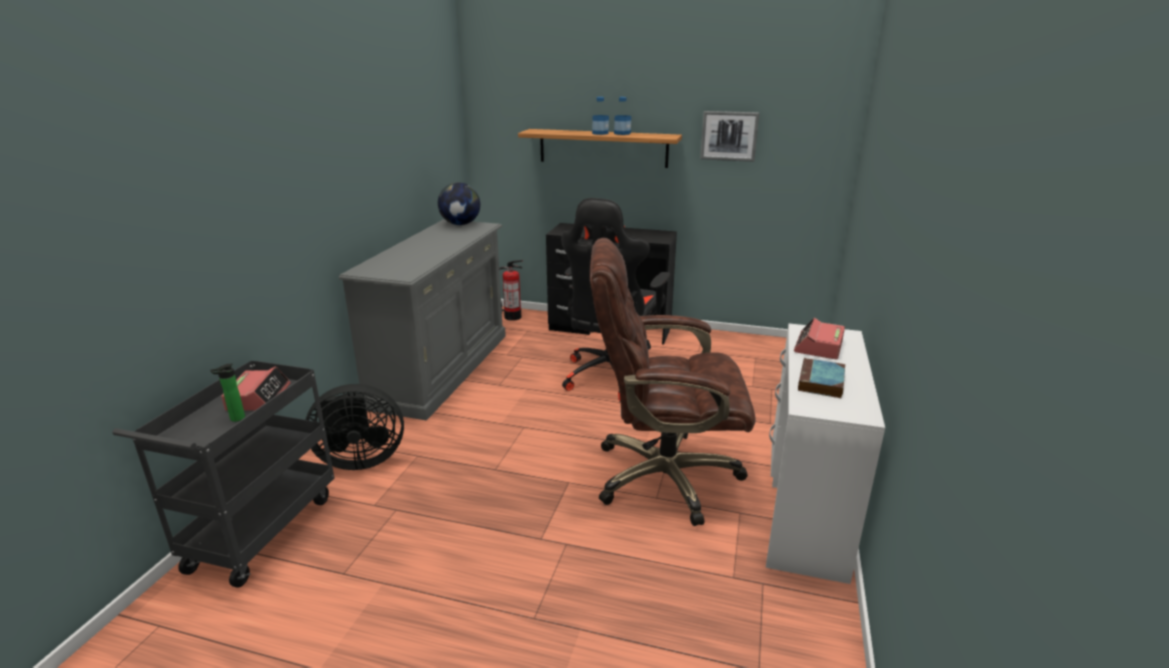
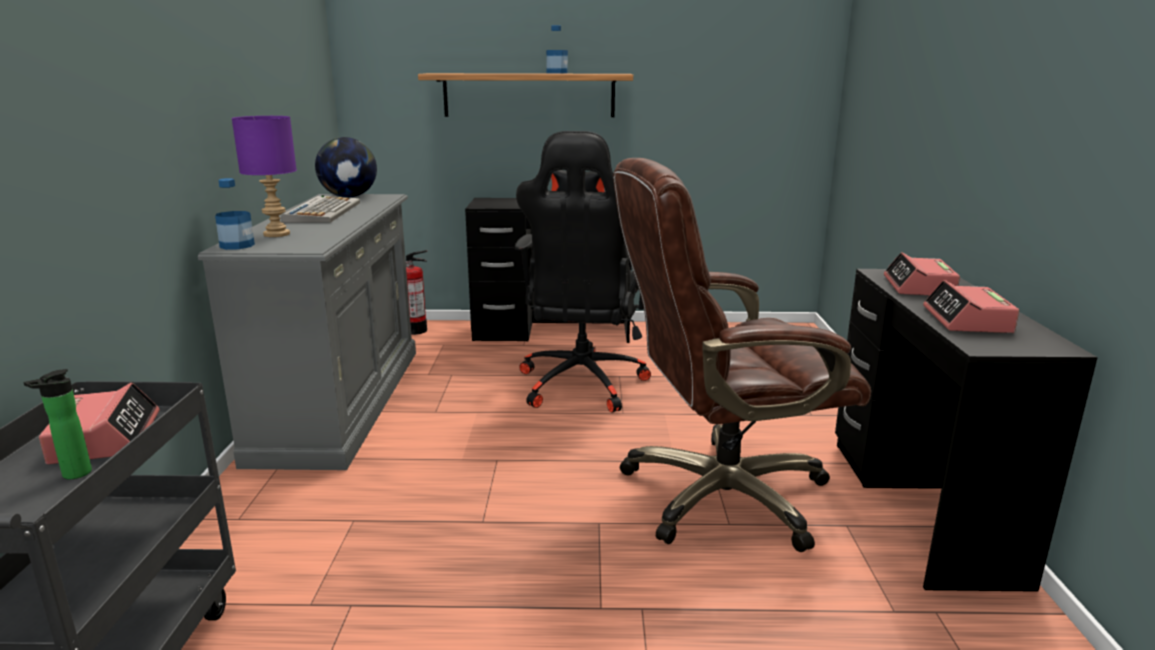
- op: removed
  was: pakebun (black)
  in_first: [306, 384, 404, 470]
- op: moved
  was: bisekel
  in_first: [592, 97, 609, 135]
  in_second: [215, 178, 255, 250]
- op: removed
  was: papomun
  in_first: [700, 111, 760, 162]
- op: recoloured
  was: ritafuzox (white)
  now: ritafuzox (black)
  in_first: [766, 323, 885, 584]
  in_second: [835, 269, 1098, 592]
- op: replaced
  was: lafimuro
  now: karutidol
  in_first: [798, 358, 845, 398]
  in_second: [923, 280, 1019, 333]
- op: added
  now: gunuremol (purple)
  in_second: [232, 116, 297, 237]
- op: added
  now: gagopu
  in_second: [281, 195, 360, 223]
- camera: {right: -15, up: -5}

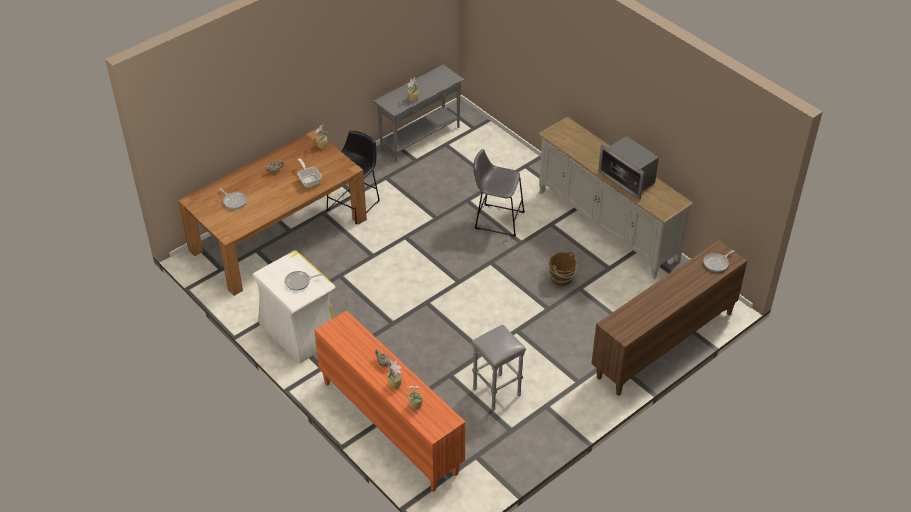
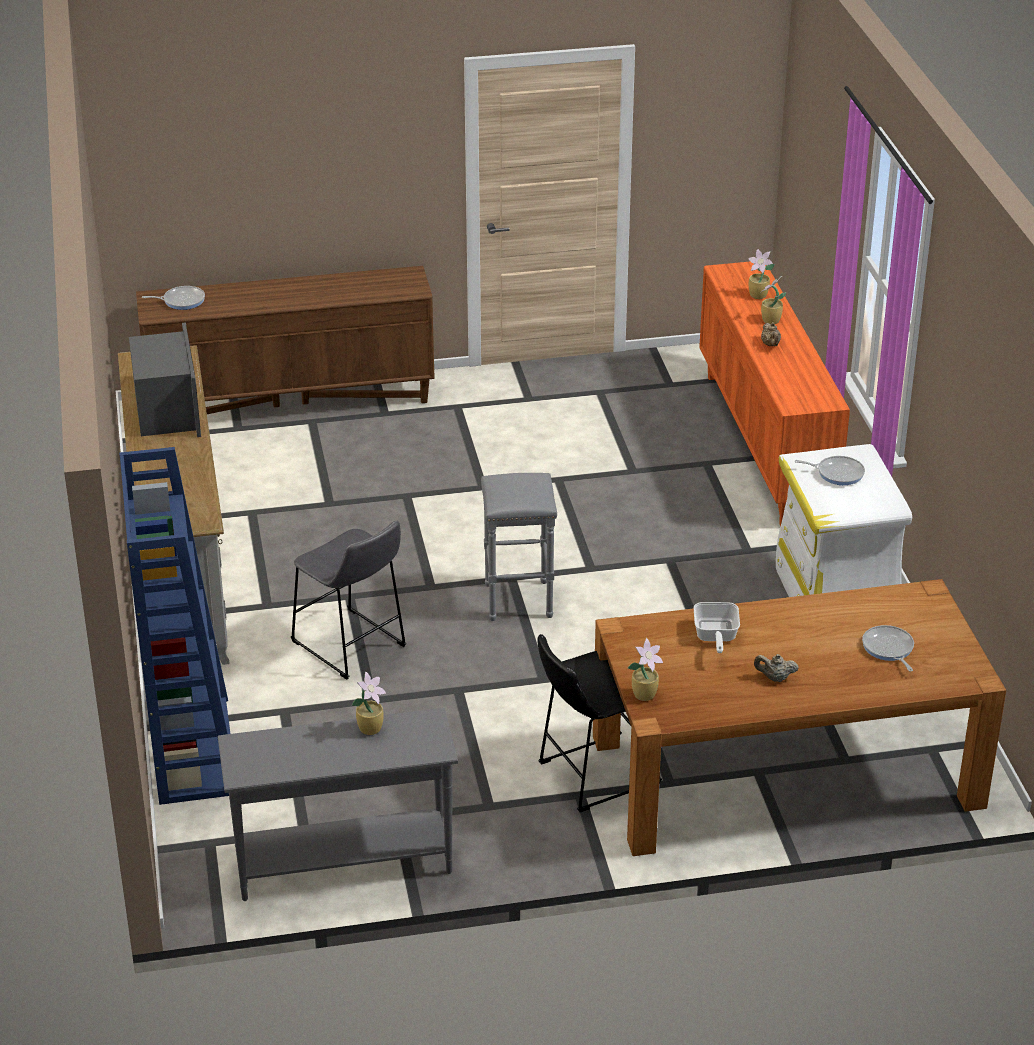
- op: moved
  was: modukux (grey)
  in_first: [471, 325, 526, 411]
  in_second: [481, 473, 557, 621]
- op: removed
  was: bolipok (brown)
  in_first: [549, 252, 578, 286]
- op: added
  now: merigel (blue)
  in_second: [119, 447, 230, 805]
- camera: {right: -150, up: -10}

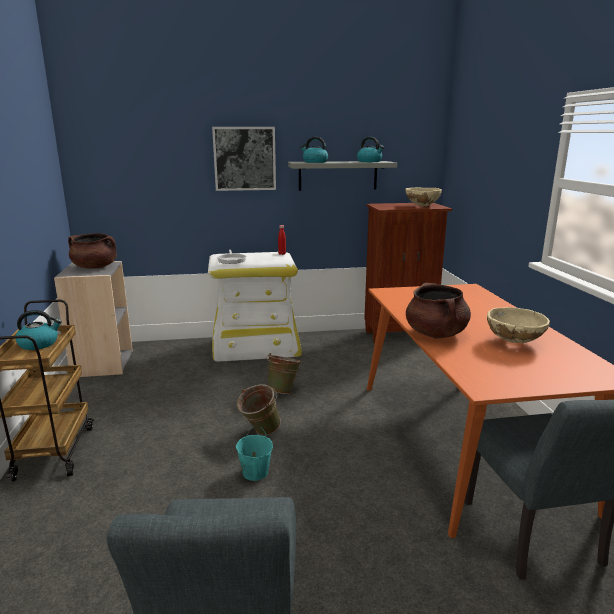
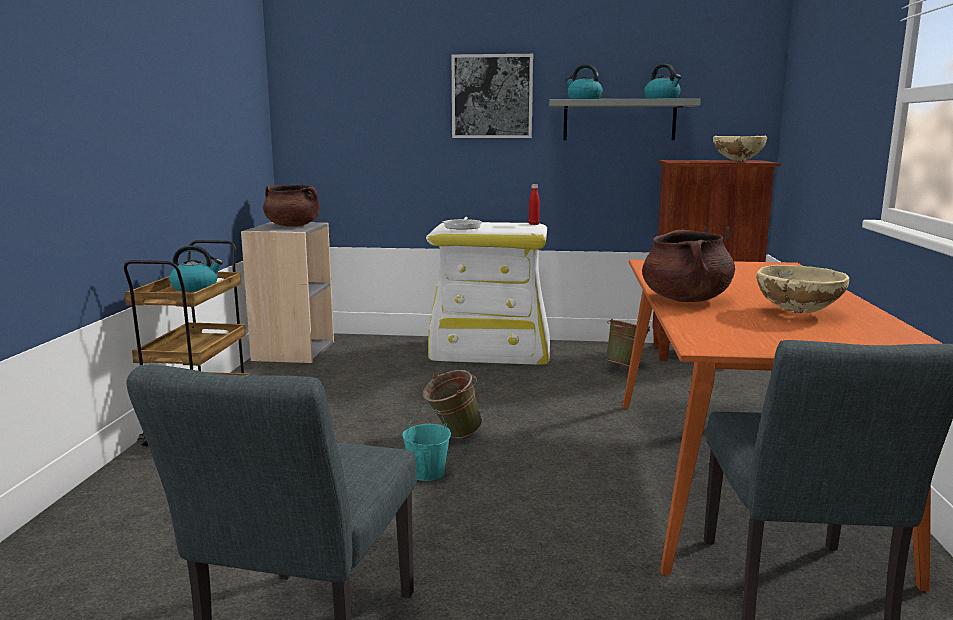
- op: moved
  was: bolipok (green)
  in_first: [266, 353, 301, 394]
  in_second: [606, 319, 650, 367]
- camera: {right: 15, up: -5}

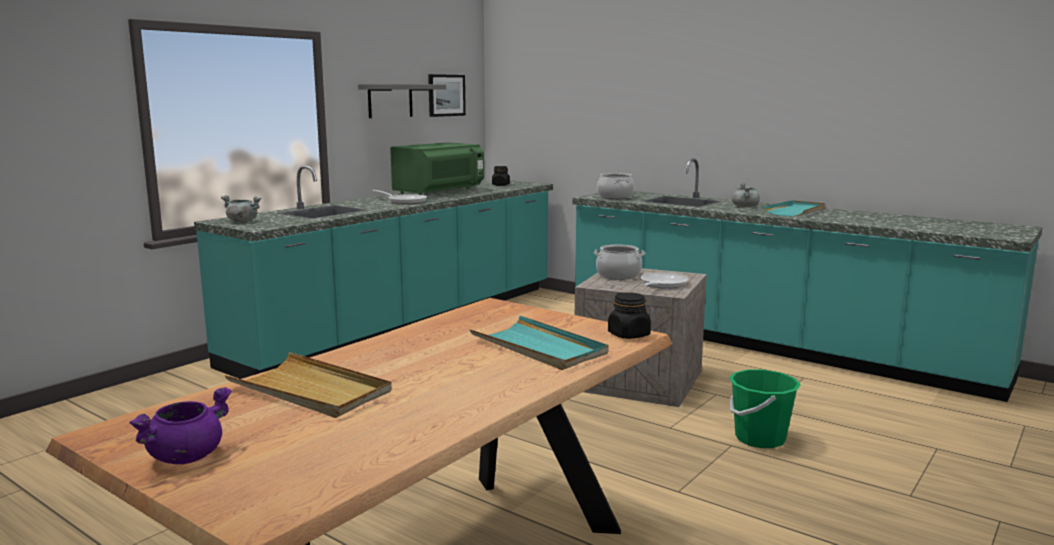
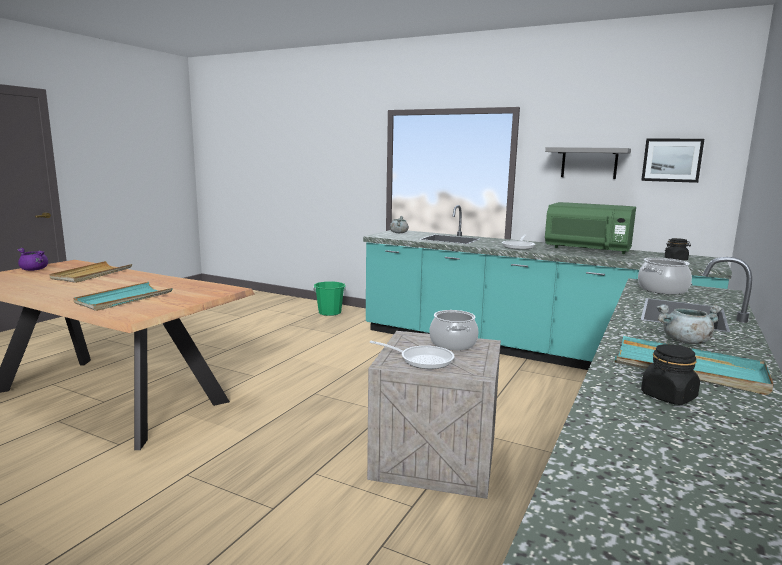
- op: moved
  was: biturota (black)
  in_first: [608, 292, 651, 339]
  in_second: [641, 344, 700, 405]
- op: moved
  was: bolipok (green)
  in_first: [729, 370, 801, 448]
  in_second: [313, 281, 346, 316]
- camera: {right: 80, up: 0}

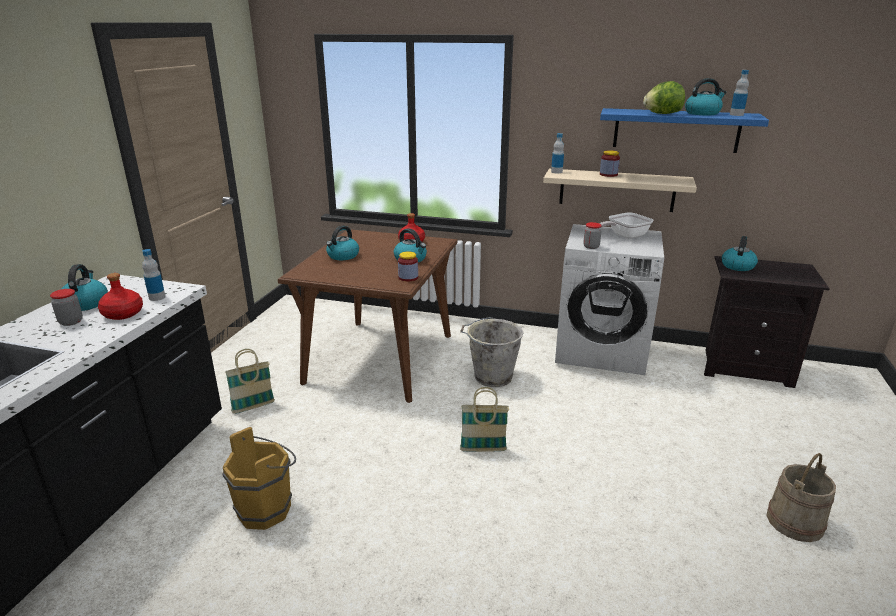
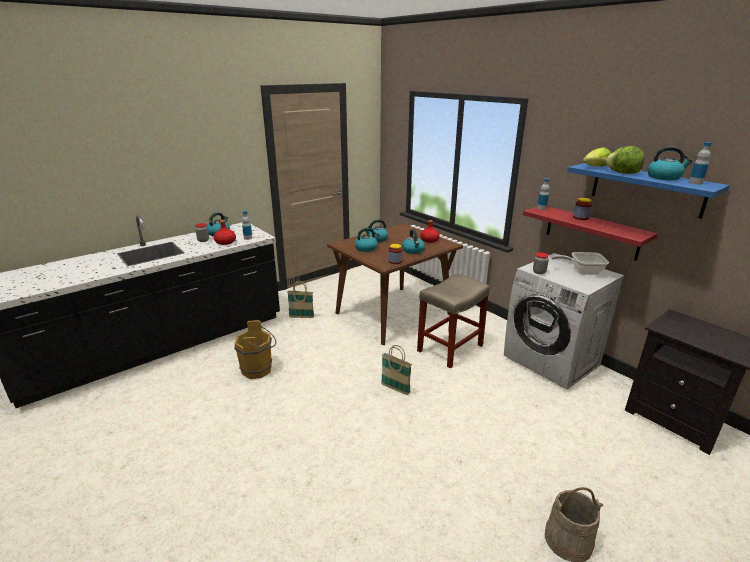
- op: replaced
  was: bolipok (grey)
  now: modukux (beige)
  in_first: [460, 317, 524, 387]
  in_second: [417, 274, 490, 369]
- op: recoloured
  was: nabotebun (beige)
  now: nabotebun (red)
  in_first: [543, 169, 697, 212]
  in_second: [523, 206, 658, 261]
- op: moved
  was: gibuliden
  in_first: [722, 236, 758, 271]
  in_second: [355, 228, 379, 252]
- op: added
  now: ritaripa
  in_second: [583, 147, 611, 167]
- camera: {right: 35, up: 0}

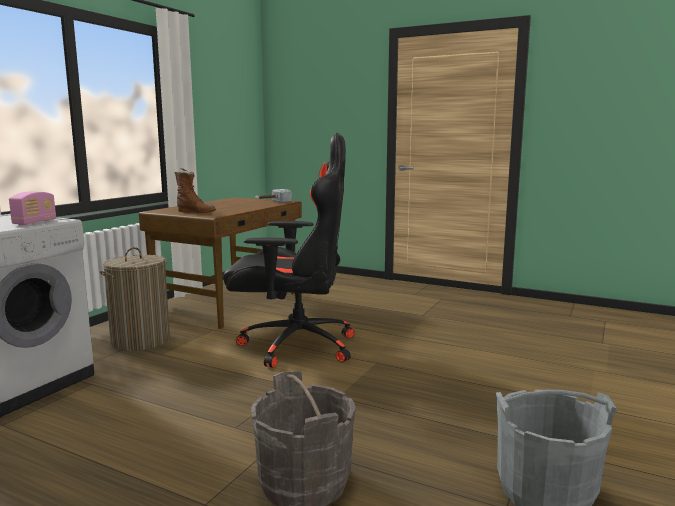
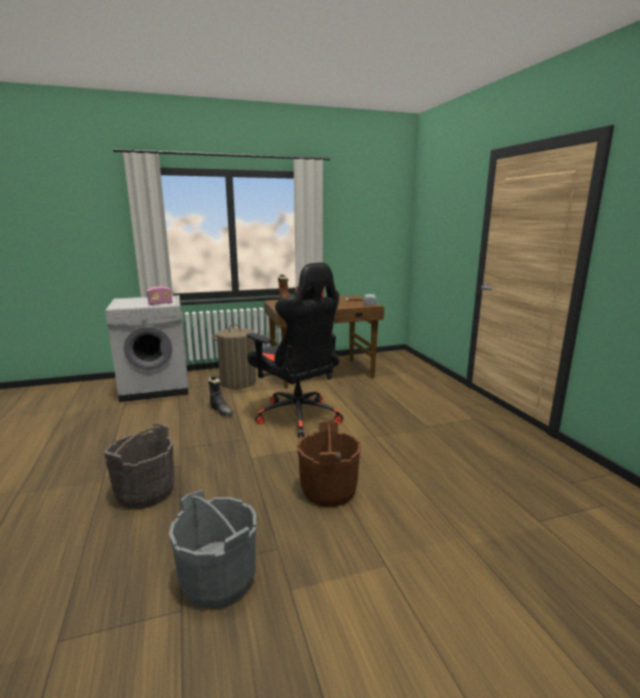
- op: added
  now: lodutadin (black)
  in_second: [208, 376, 233, 416]
- op: added
  now: bolipok (brown)
  in_second: [297, 421, 361, 507]
- camera: {right: 45, up: 5}

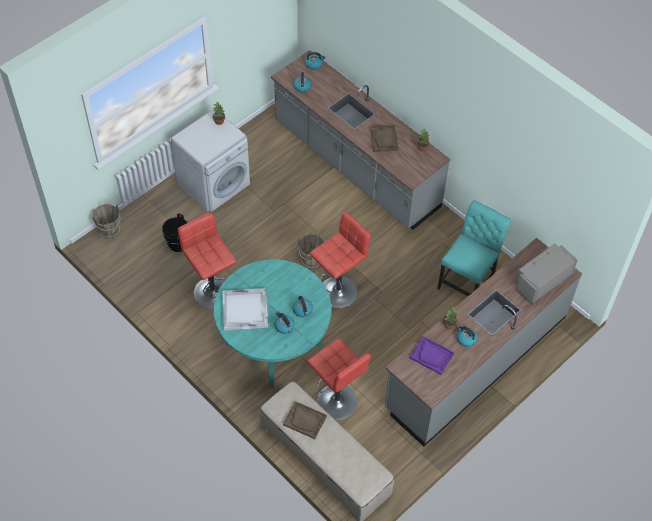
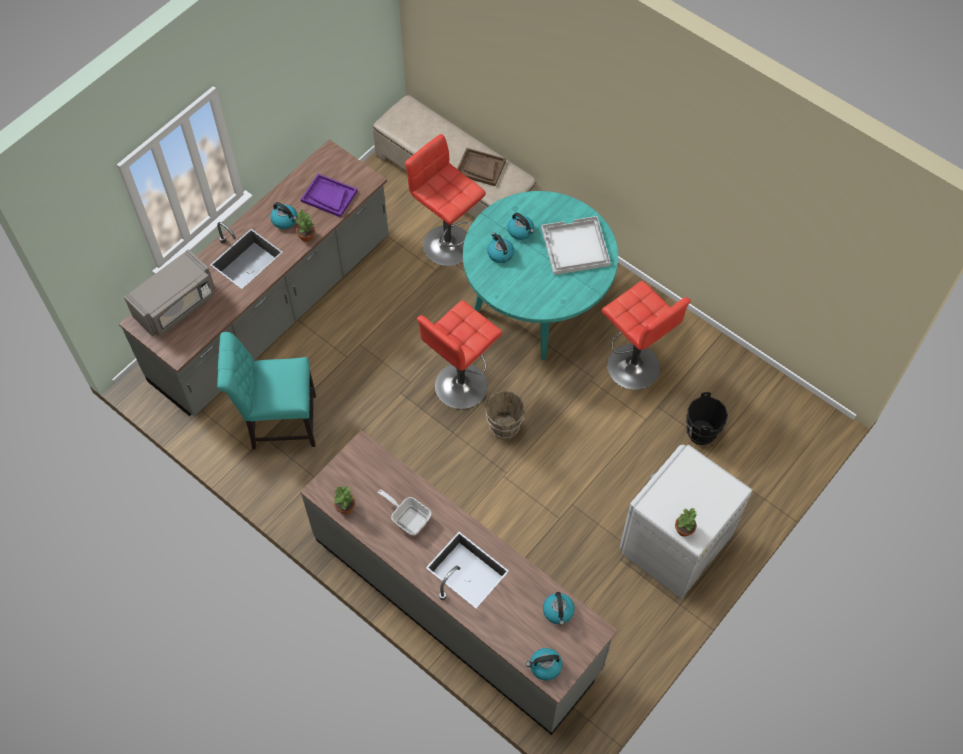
- op: removed
  was: bolipok (brown)
  in_first: [92, 204, 120, 239]
- op: replaced
  was: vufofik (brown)
  now: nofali
  in_first: [370, 125, 398, 152]
  in_second: [378, 489, 431, 536]
- op: turned
  was: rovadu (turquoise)
  in_first: [437, 201, 512, 296]
  in_second: [217, 332, 316, 449]
  clockwise: 60
- camera: {right: 175, up: 5}

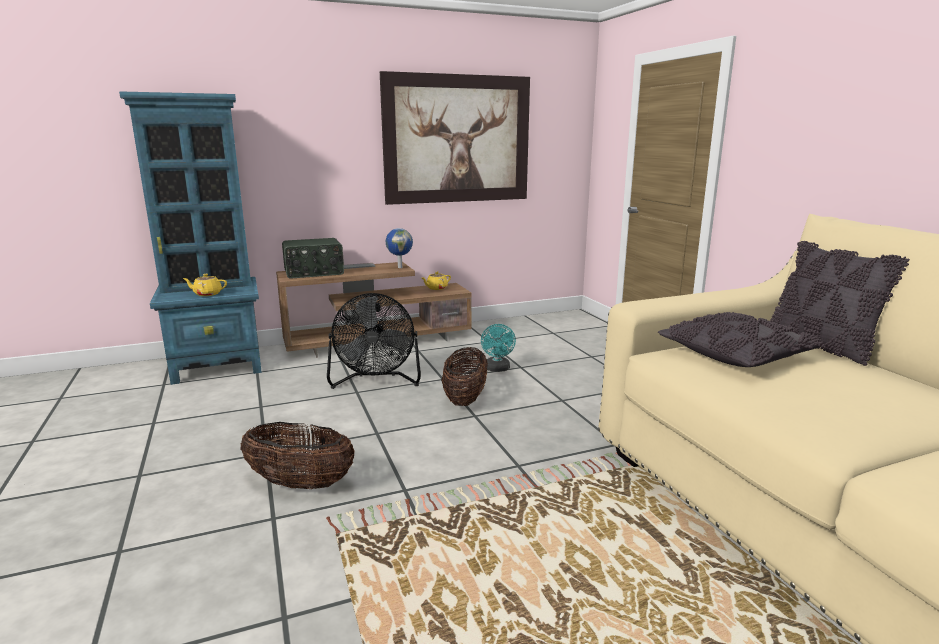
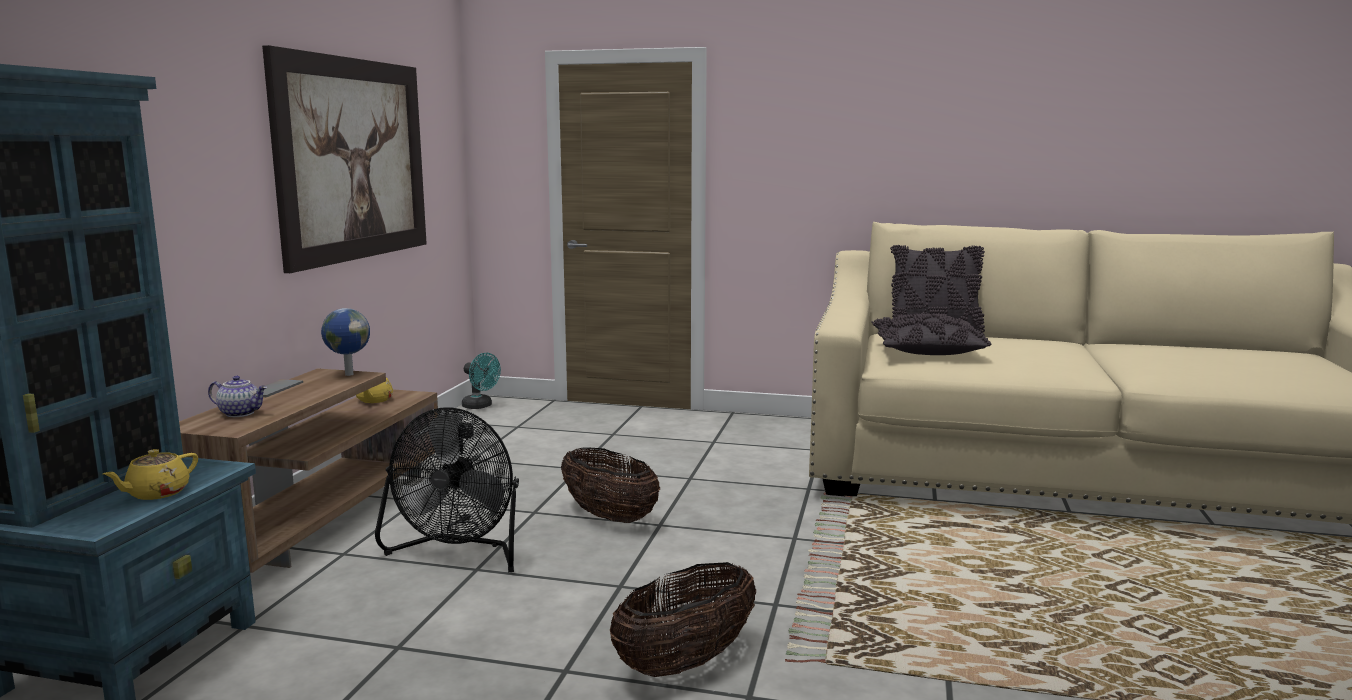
- op: replaced
  was: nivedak
  now: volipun
  in_first: [282, 238, 344, 279]
  in_second: [208, 376, 267, 417]
- op: turned
  was: pakebun (black)
  in_first: [327, 293, 421, 389]
  in_second: [375, 407, 519, 572]
  clockwise: 75
- op: moved
  was: pakebun (turquoise)
  in_first: [481, 324, 516, 372]
  in_second: [462, 353, 501, 409]
- camera: {right: -55, up: -5}

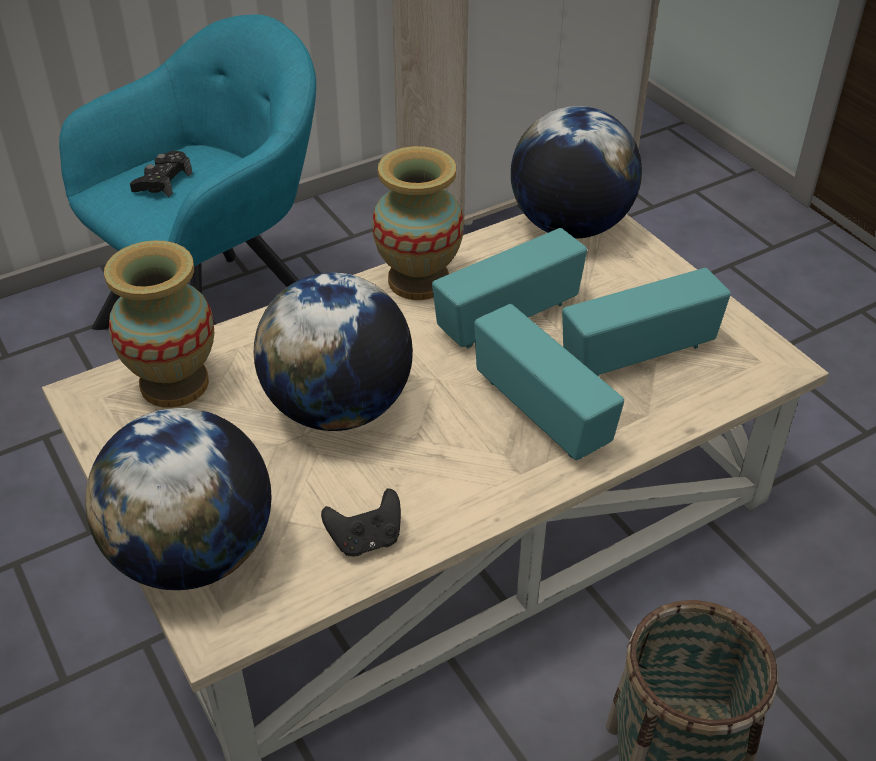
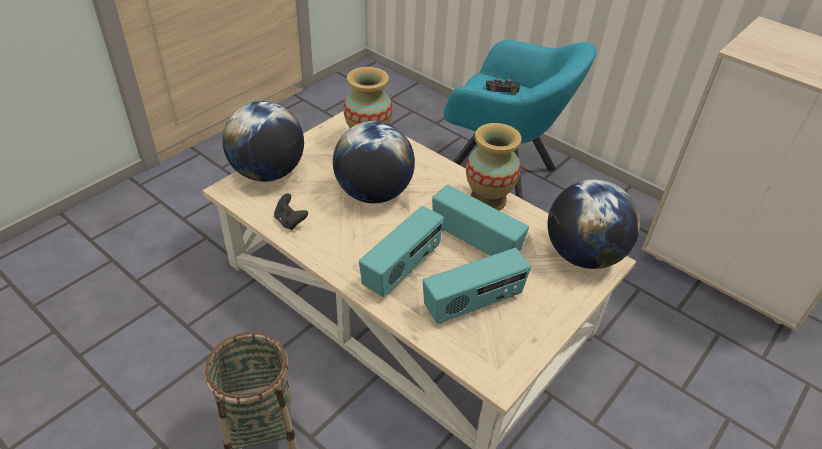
- op: turned
  was: nivedak
  in_first: [562, 268, 731, 376]
  in_second: [423, 248, 531, 324]
  clockwise: 105
- camera: {right: 70, up: 0}

